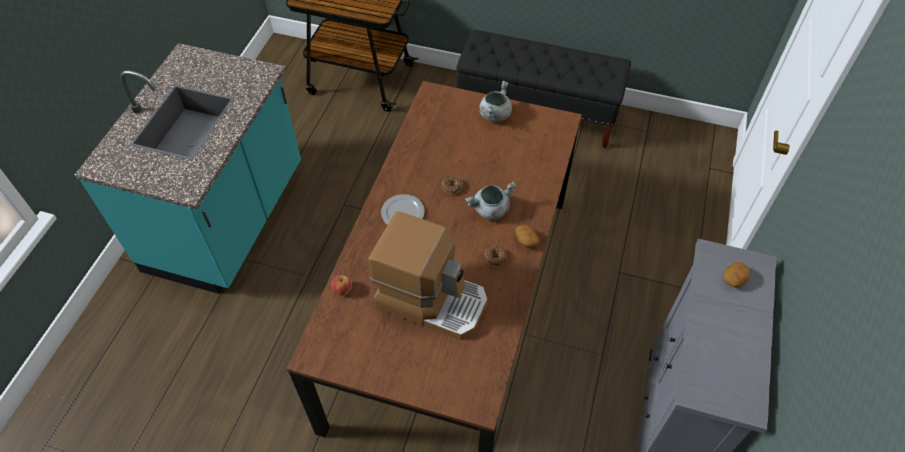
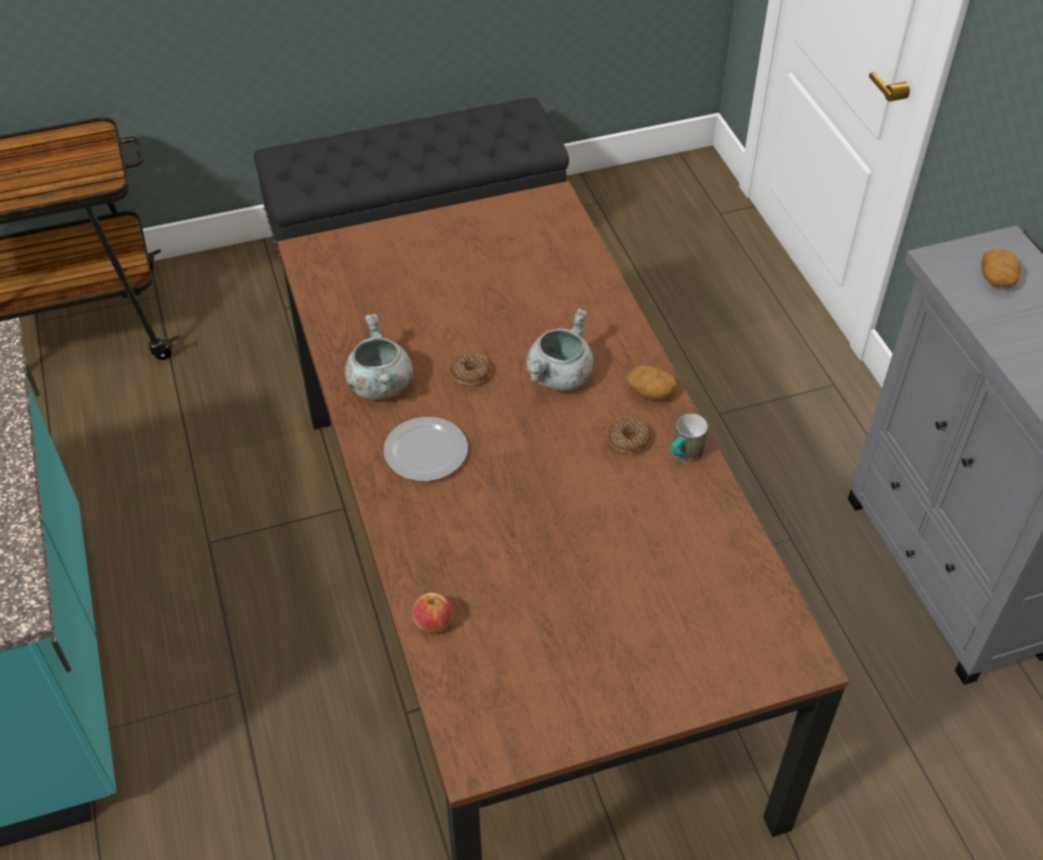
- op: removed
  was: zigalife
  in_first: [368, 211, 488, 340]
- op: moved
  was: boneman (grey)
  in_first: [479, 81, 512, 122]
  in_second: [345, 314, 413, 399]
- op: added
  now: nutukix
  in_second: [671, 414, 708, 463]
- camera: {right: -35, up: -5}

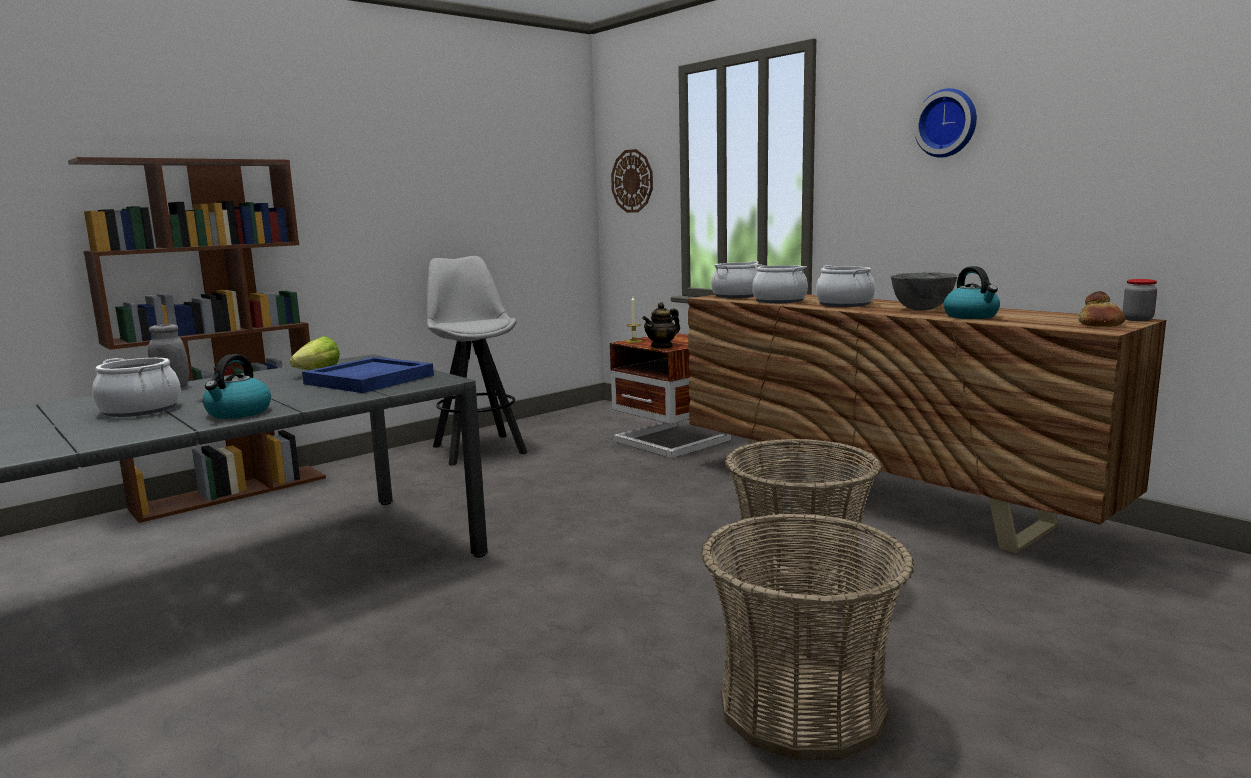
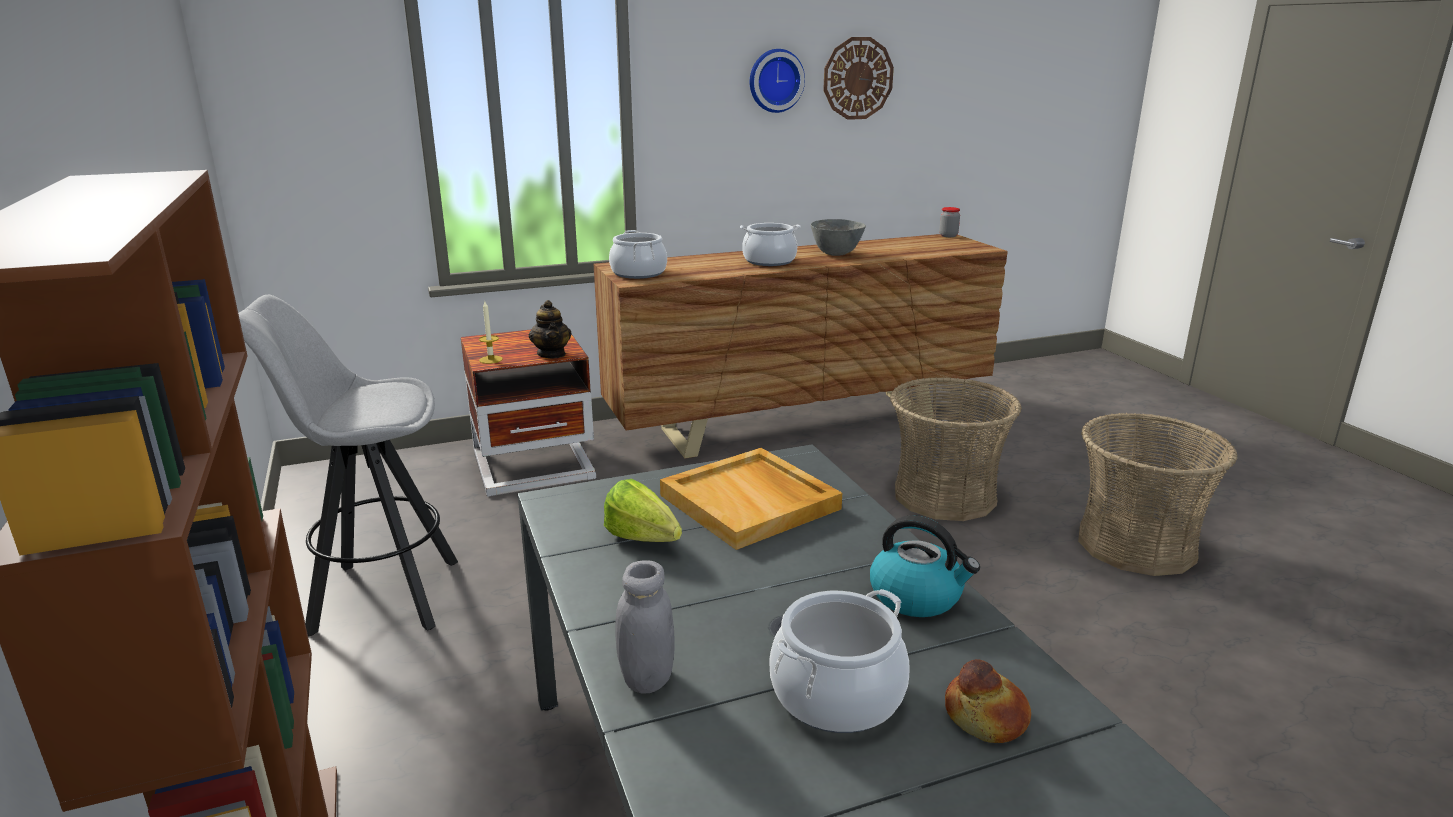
- op: recoloured
  was: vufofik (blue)
  now: vufofik (beige)
  in_first: [302, 357, 434, 393]
  in_second: [660, 448, 842, 550]
- op: moved
  was: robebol
  in_first: [611, 149, 653, 213]
  in_second: [823, 37, 894, 120]
- op: removed
  was: boneman
  in_first: [752, 264, 808, 303]
- op: removed
  was: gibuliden
  in_first: [944, 266, 1000, 319]
- op: moved
  was: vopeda
  in_first: [1078, 291, 1125, 326]
  in_second: [945, 659, 1031, 743]
- camera: {right: -70, up: 10}

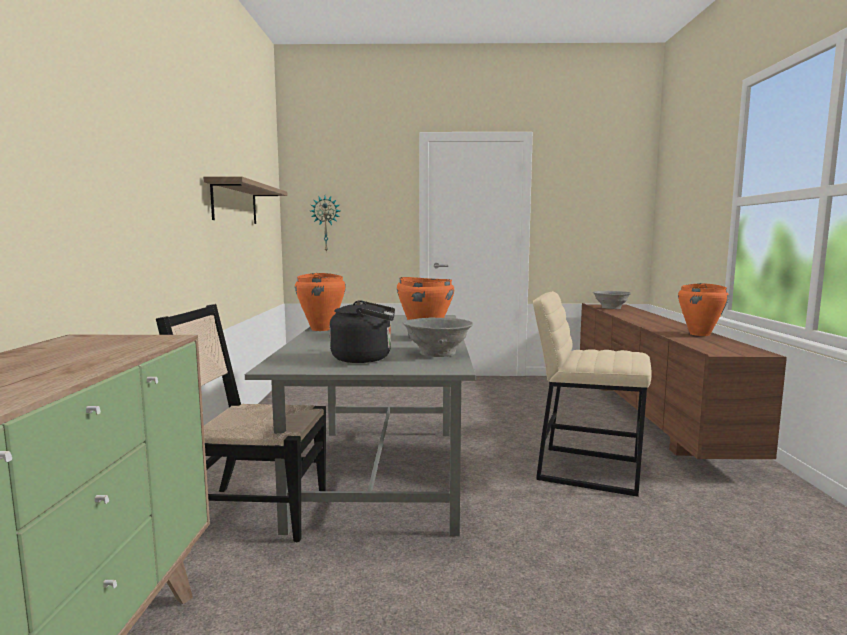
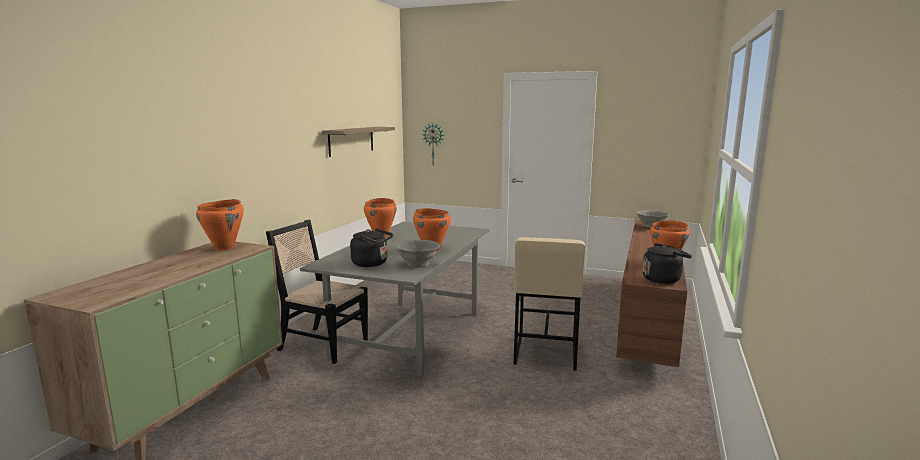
- op: turned
  was: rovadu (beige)
  in_first: [533, 291, 652, 497]
  in_second: [514, 237, 585, 371]
  clockwise: -120
- op: added
  now: boneman (orange)
  in_second: [196, 199, 244, 251]
- op: added
  now: gibuliden (black)
  in_second: [642, 243, 692, 284]
- camera: {right: 20, up: 5}

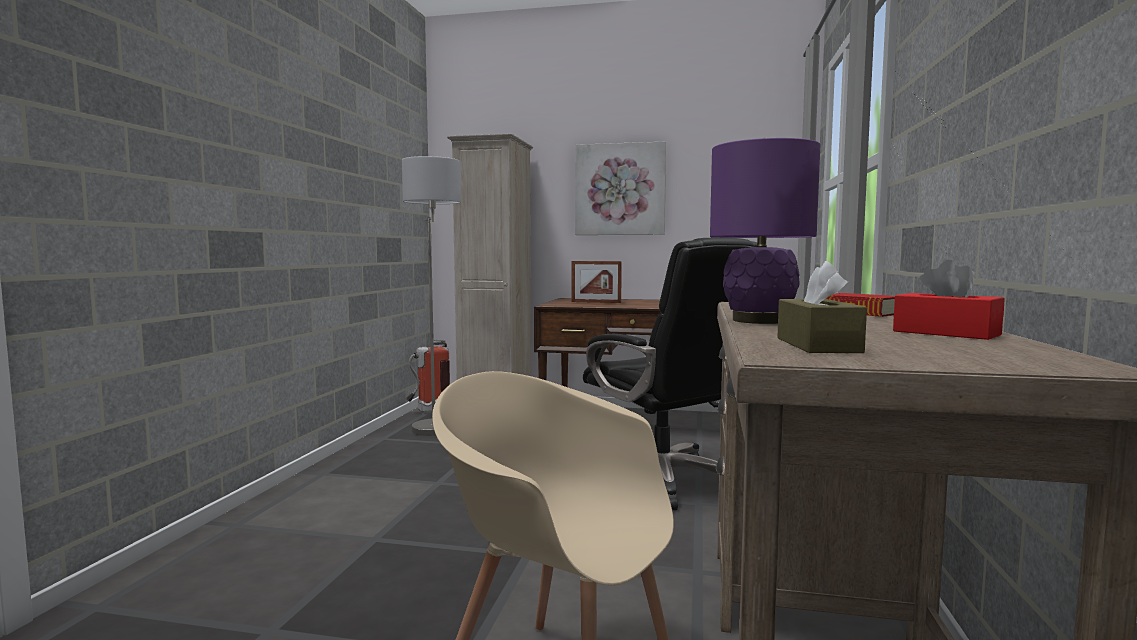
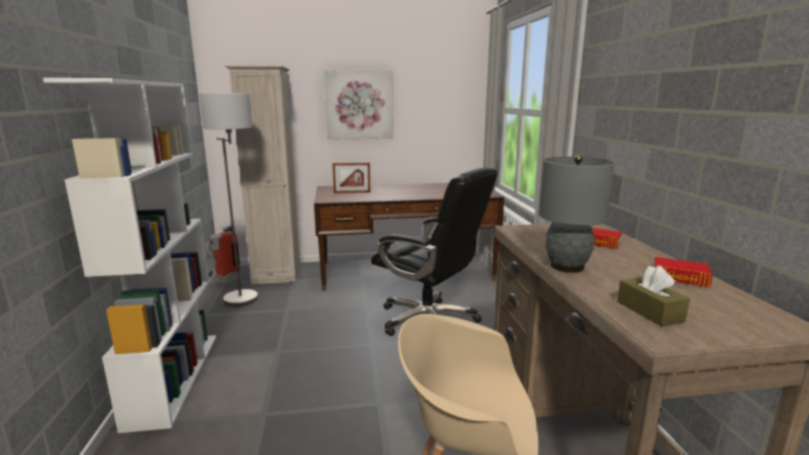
- op: recoloured
  was: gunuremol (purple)
  now: gunuremol (grey)
  in_first: [710, 138, 820, 324]
  in_second: [539, 155, 615, 273]
- op: replaced
  was: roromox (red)
  now: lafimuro
  in_first: [893, 260, 1005, 340]
  in_second: [653, 257, 713, 287]
- op: added
  now: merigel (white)
  in_second: [43, 78, 216, 433]
- camera: {right: -20, up: 10}

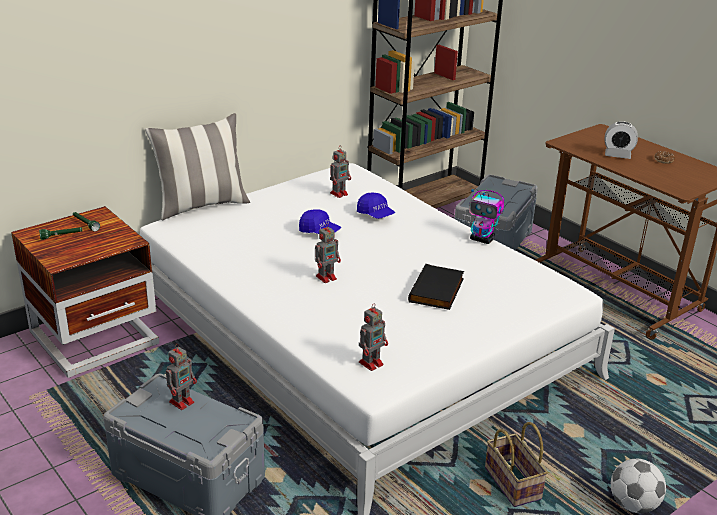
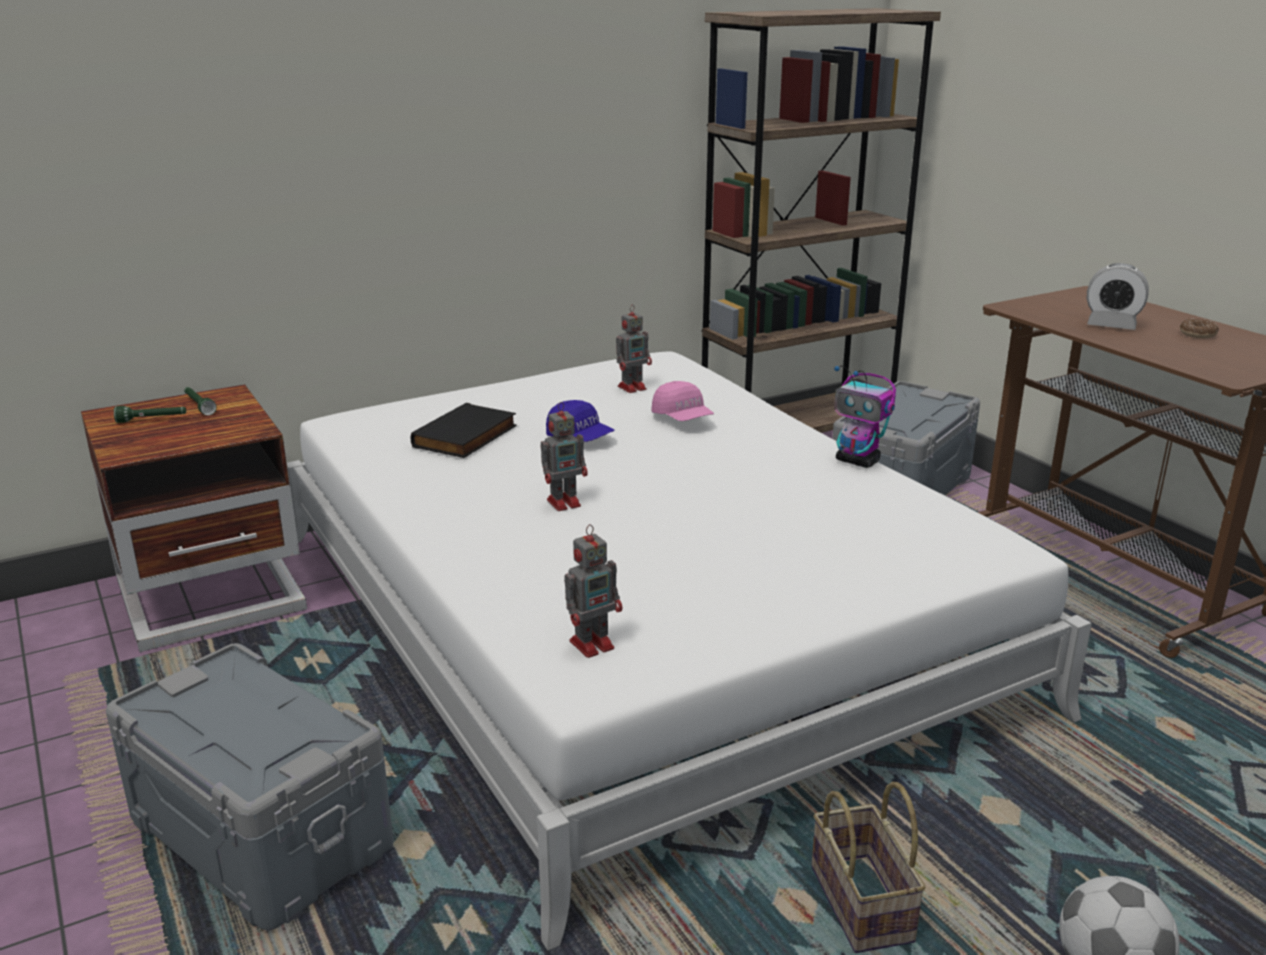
- op: removed
  was: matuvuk
  in_first: [145, 113, 250, 220]
- op: removed
  was: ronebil
  in_first: [166, 345, 197, 410]
- op: recoloured
  was: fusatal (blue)
  now: fusatal (pink)
  in_first: [357, 193, 395, 219]
  in_second: [651, 381, 714, 421]
- op: moved
  was: lafimuro (black)
  in_first: [408, 264, 464, 310]
  in_second: [411, 403, 517, 458]
- camera: {right: 10, up: -5}

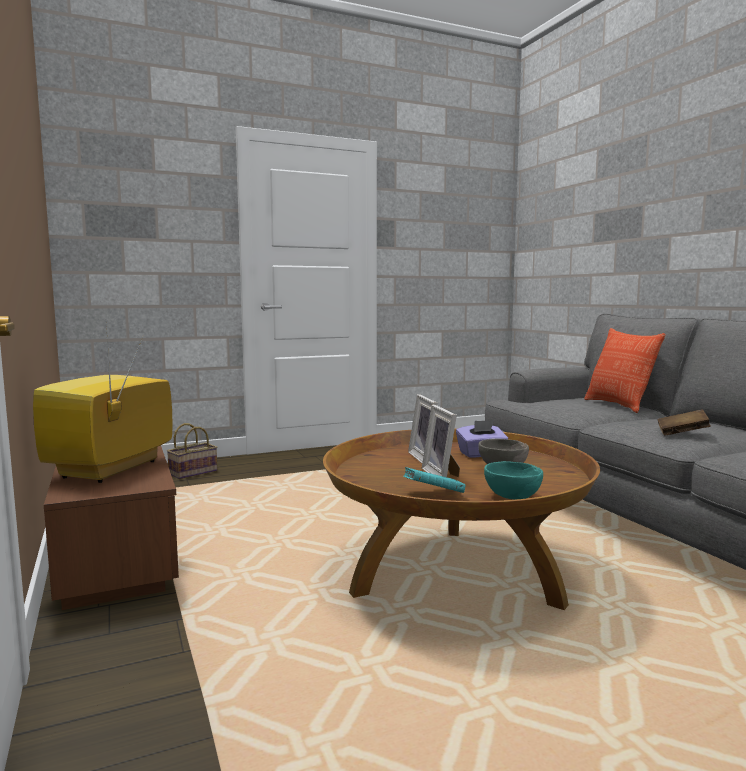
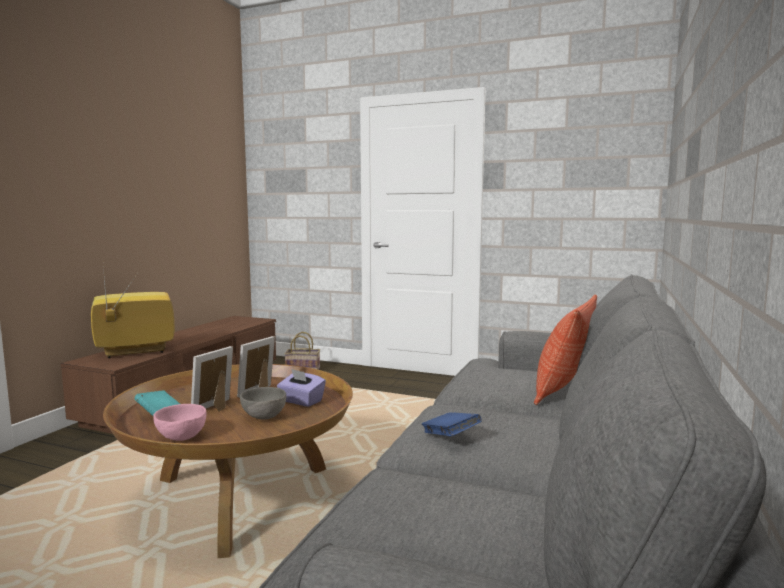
- op: recoloured
  was: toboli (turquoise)
  now: toboli (pink)
  in_first: [484, 461, 543, 499]
  in_second: [153, 404, 206, 441]
- op: recoloured
  was: lafimuro (brown)
  now: lafimuro (blue)
  in_first: [657, 410, 711, 436]
  in_second: [422, 412, 482, 437]
- camera: {right: 45, up: 0}

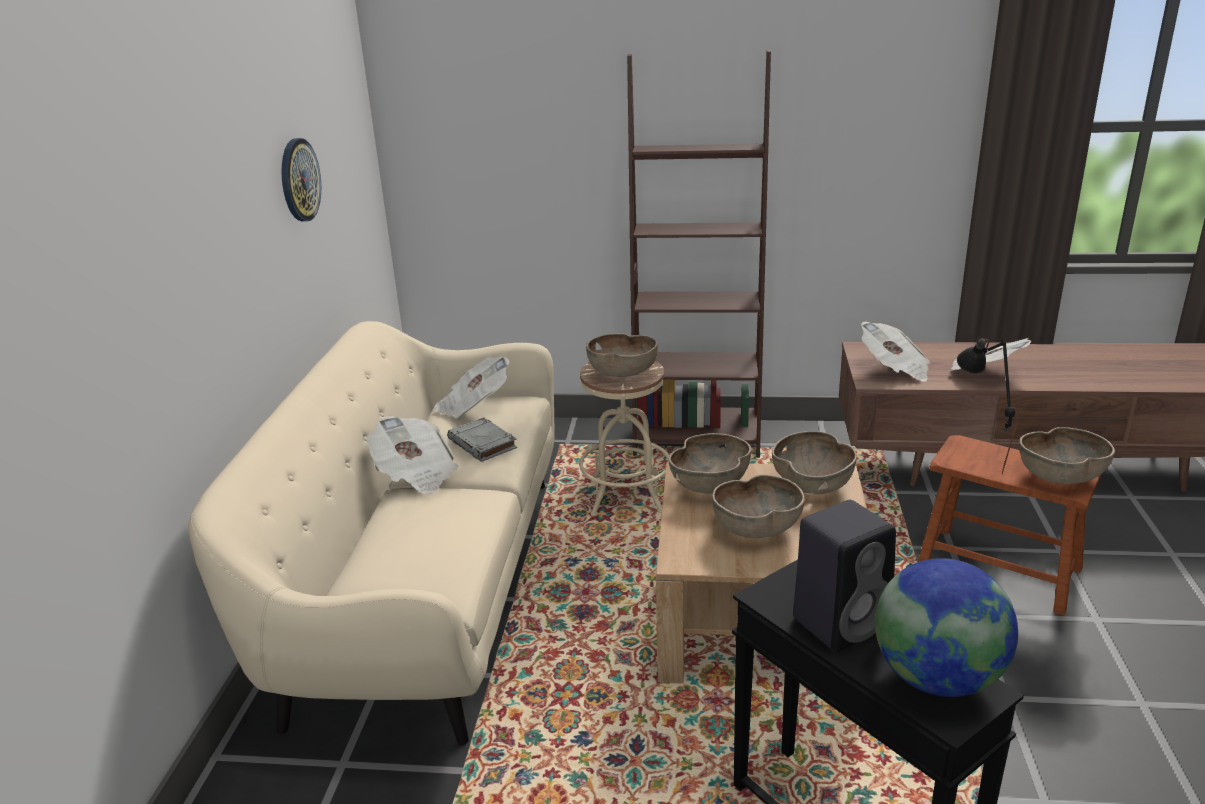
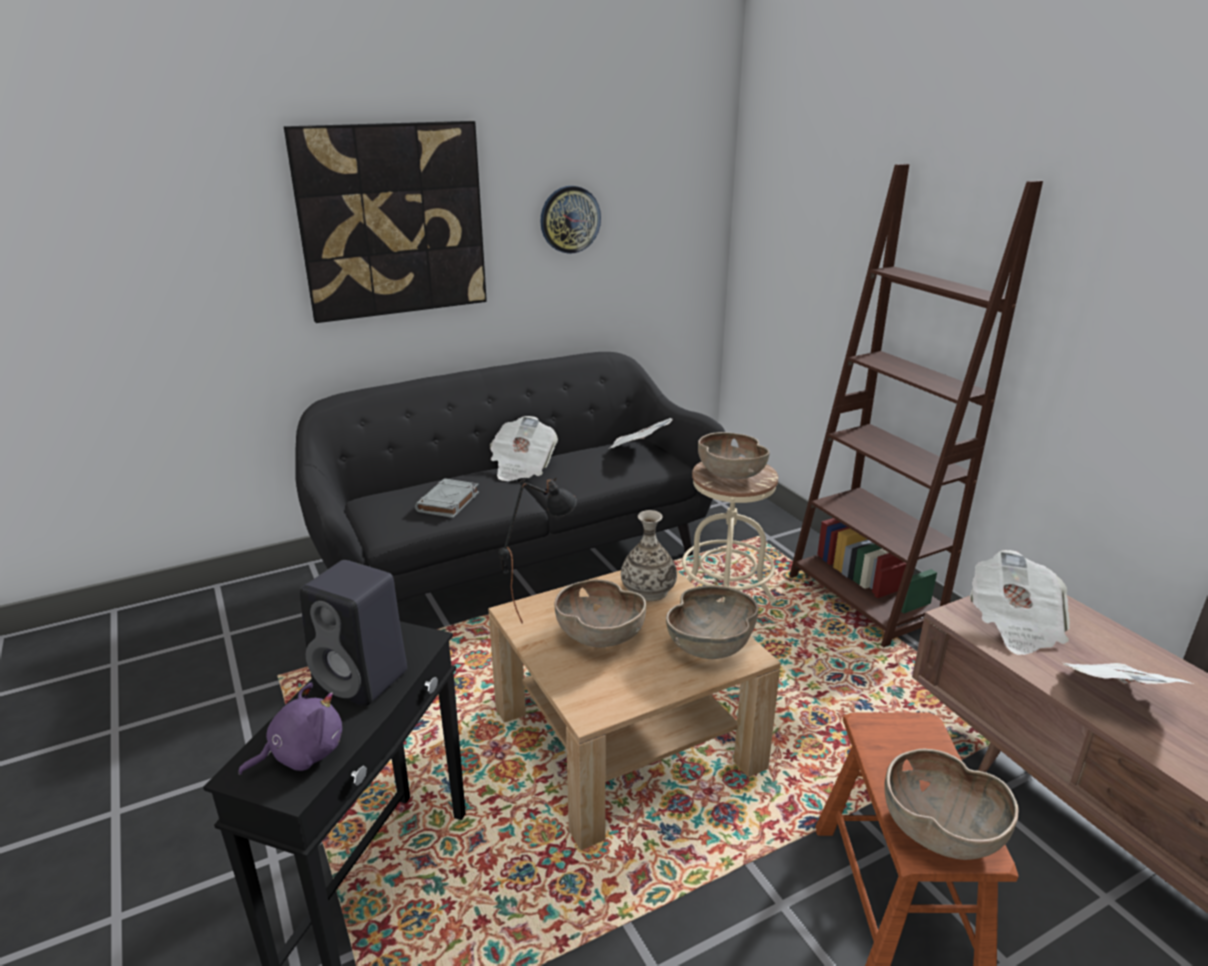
- op: recoloured
  was: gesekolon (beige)
  now: gesekolon (black)
  in_first: [188, 321, 555, 745]
  in_second: [295, 352, 725, 602]
- op: moved
  was: lafimuro (grey)
  in_first: [447, 417, 517, 462]
  in_second: [415, 478, 479, 518]
- op: replaced
  was: toboli (brown)
  now: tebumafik
  in_first: [669, 433, 751, 493]
  in_second: [621, 510, 677, 601]
- op: replaced
  was: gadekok
  now: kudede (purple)
  in_first: [875, 558, 1018, 697]
  in_second: [238, 683, 342, 775]
- op: moved
  was: gunuremol (black)
  in_first: [957, 336, 1019, 474]
  in_second: [498, 478, 577, 623]
- op: added
  now: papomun
  in_second: [284, 121, 487, 323]
- camera: {right: 55, up: 0}

